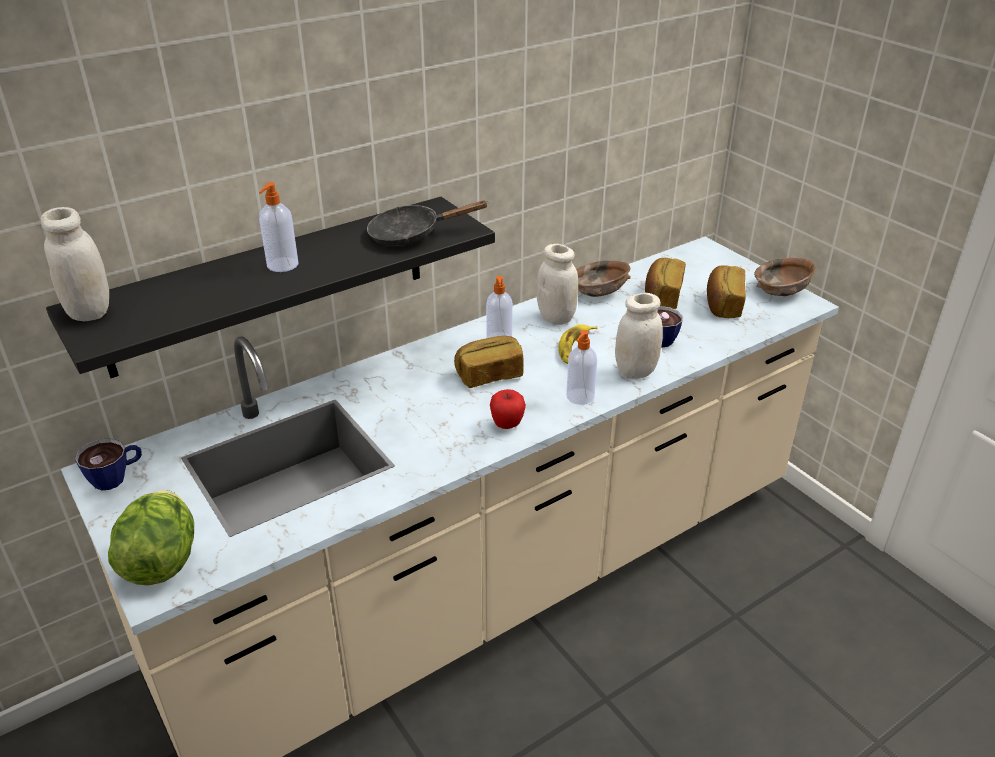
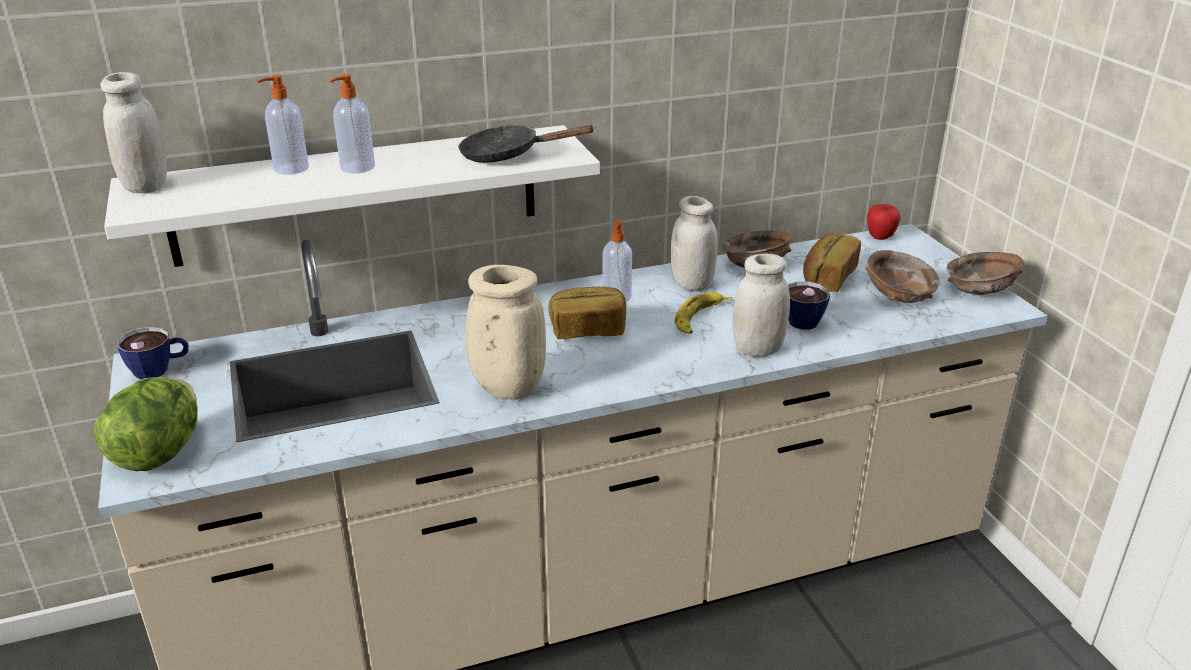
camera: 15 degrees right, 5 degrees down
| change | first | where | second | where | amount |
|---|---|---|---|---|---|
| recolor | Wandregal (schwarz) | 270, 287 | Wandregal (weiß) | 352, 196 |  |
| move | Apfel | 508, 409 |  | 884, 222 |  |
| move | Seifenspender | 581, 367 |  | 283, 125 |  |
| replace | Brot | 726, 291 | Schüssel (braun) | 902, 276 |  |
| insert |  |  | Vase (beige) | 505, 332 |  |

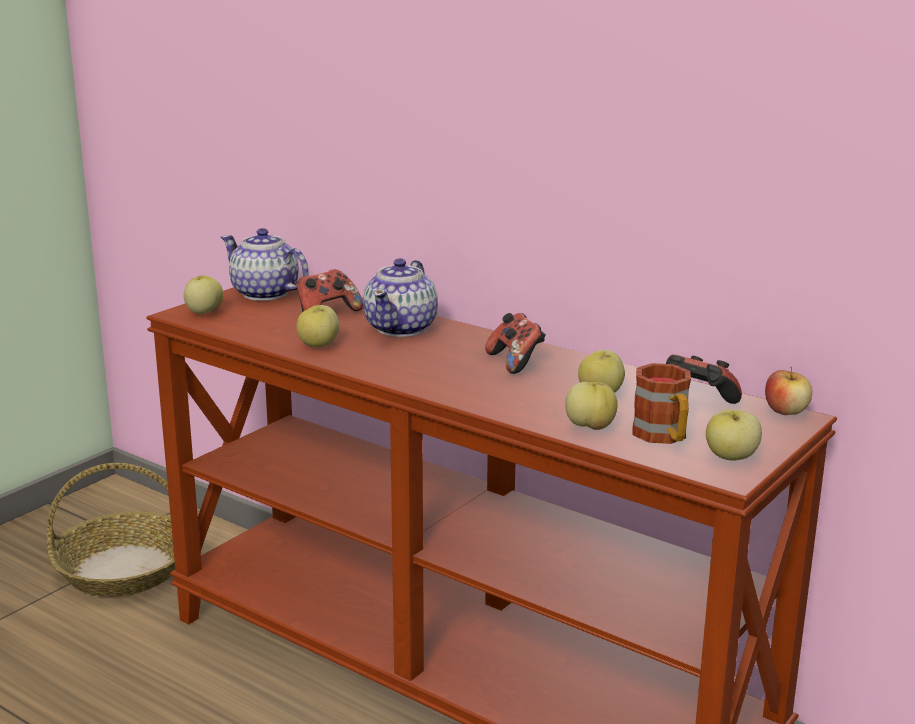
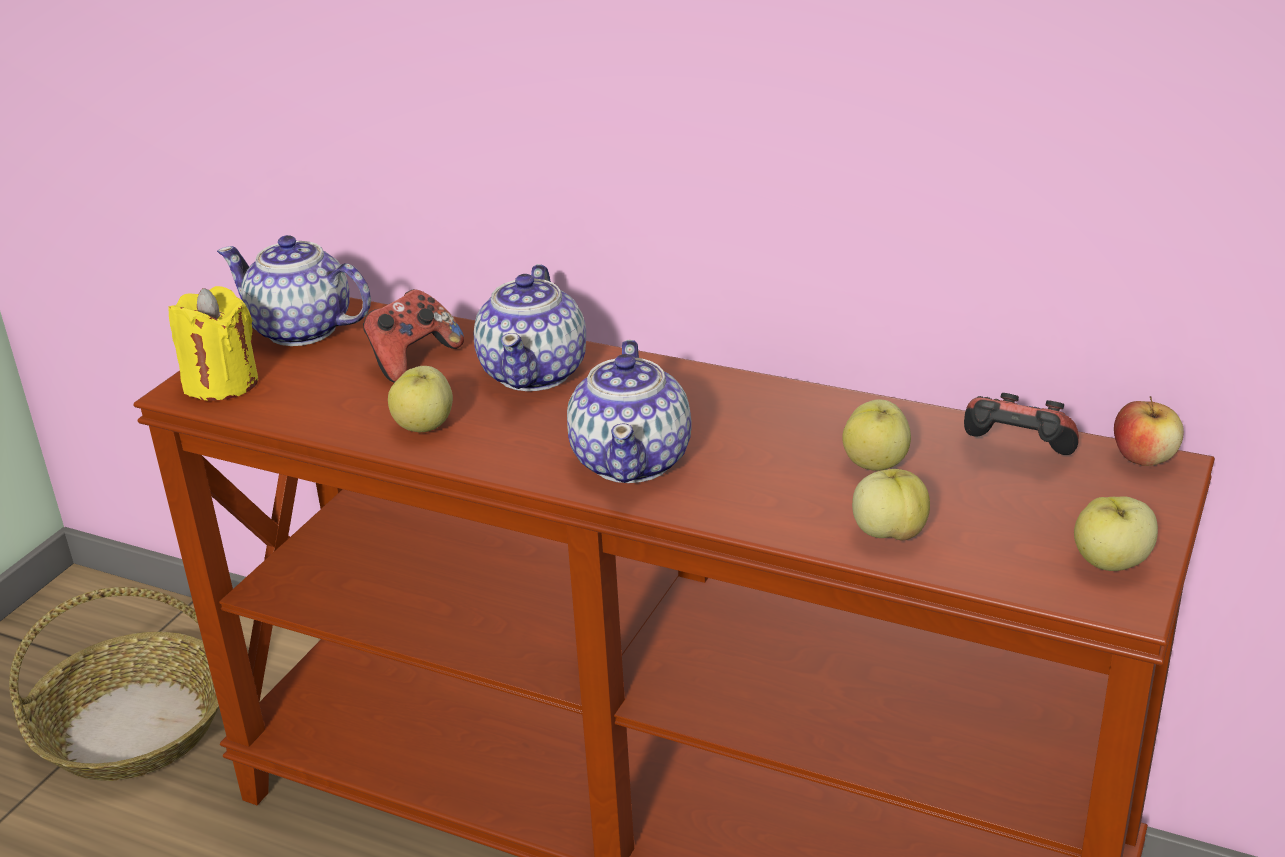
camera: 10 degrees left, 10 degrees up
| change | first | where | second | where | amount |
|---|---|---|---|---|---|
| replace | Apfel | 203, 294 | Kerze (gelb) | 213, 343 |  |
| delete | Gamepad | 515, 343 |  |  |  |
| delete | Henkelbecher | 661, 403 |  |  |  |
| insert |  |  | Teekanne | 629, 411 |  |

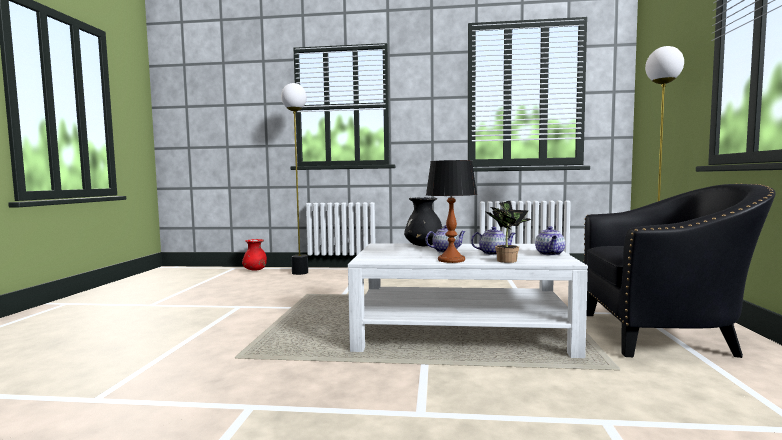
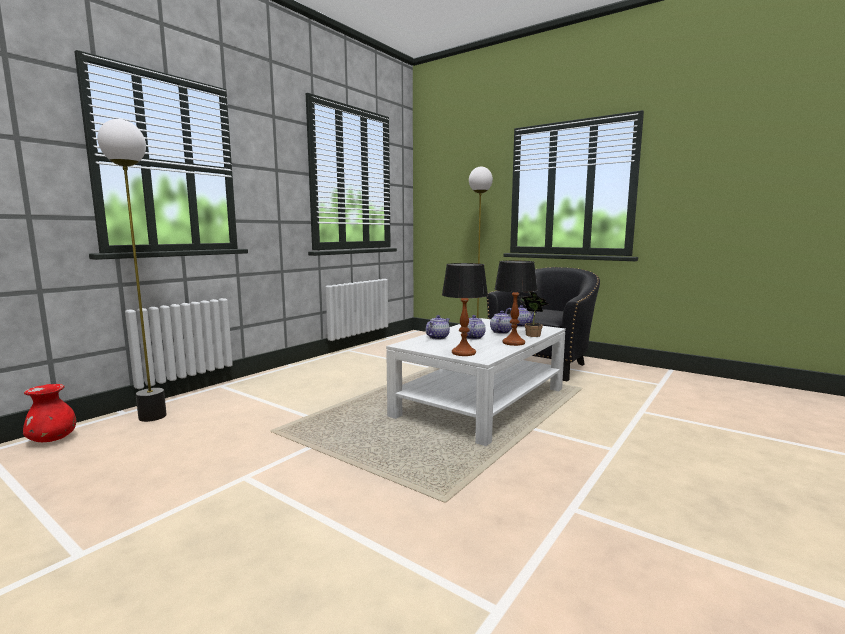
camera: 60 degrees left, 5 degrees up
| change | first | where | second | where | amount |
|---|---|---|---|---|---|
| replace | Vase (schwarz) | 423, 221 | Teekanne | 437, 327 |  |
| insert |  |  | Tischlampe | 465, 309 |  |

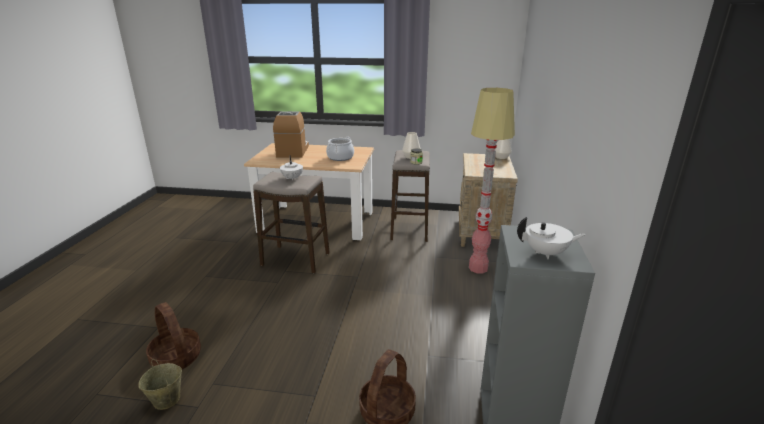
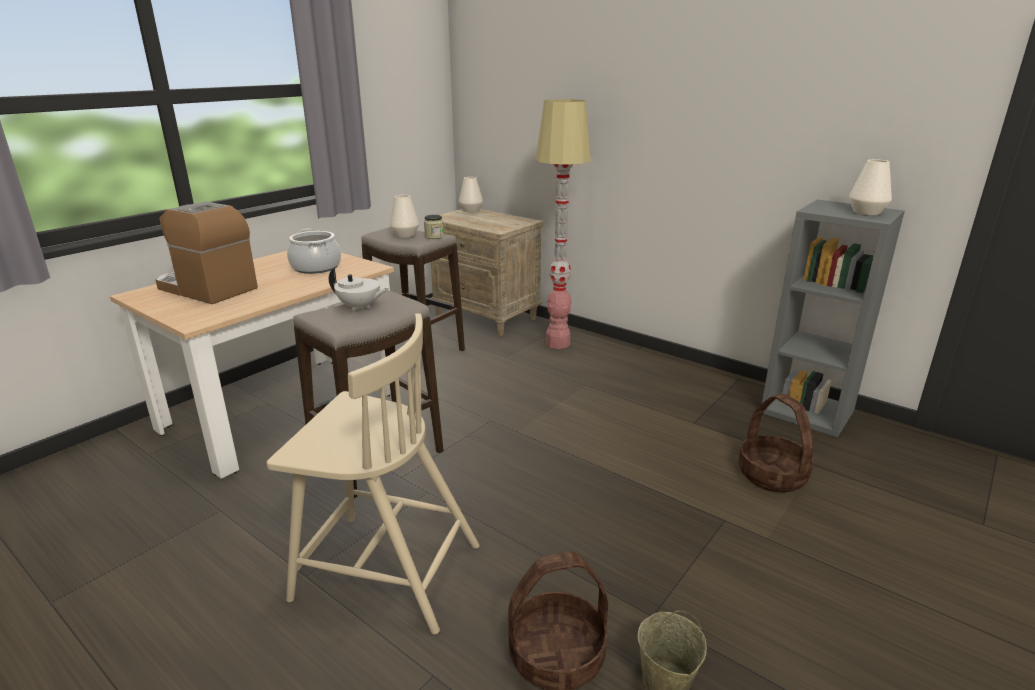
camera: 60 degrees left, 0 degrees up
| change | first | where | second | where | amount |
|---|---|---|---|---|---|
| replace | Teekanne (weiß) | 551, 238 | Vase (weiß) | 870, 187 |  |
| insert |  |  | Stuhl (beige) | 373, 473 |  |

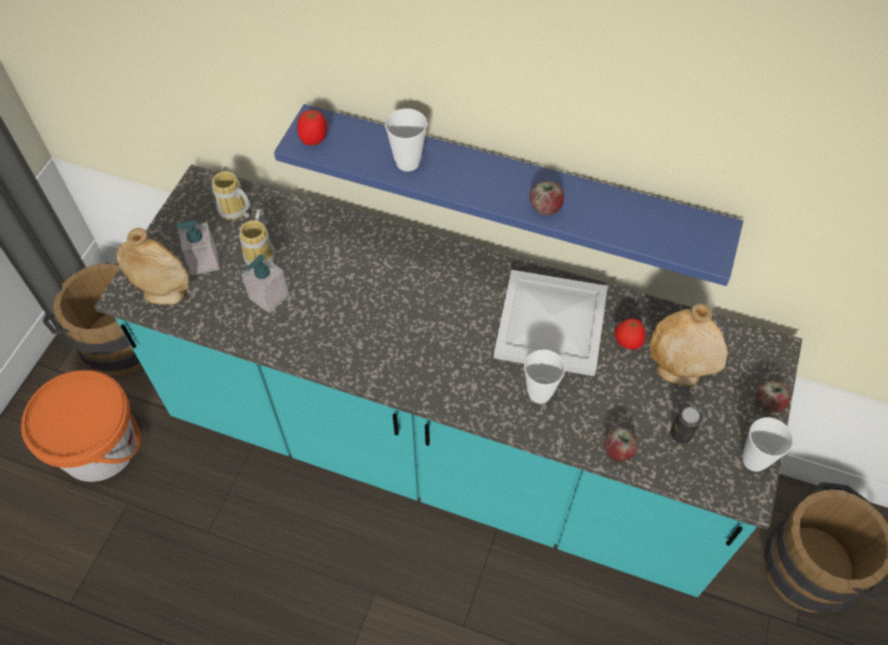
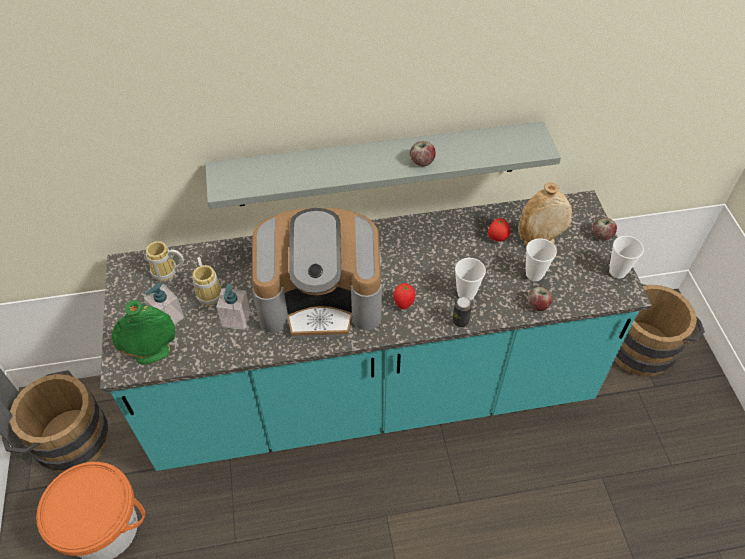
camera: 30 degrees left, 5 degrees down
| change | first | where | second | where | amount |
|---|---|---|---|---|---|
| recolor | Vase (beige) | 153, 266 | Vase (grün) | 143, 332 |  |
| recolor | Wandregal (blau) | 508, 195 | Wandregal (grau) | 383, 165 |  |
| move | Tomate | 312, 127 |  | 404, 296 |  |
| move | Tasse | 406, 140 |  | 541, 259 |  |
| delete | Tablett (weiß) | 551, 323 |  |  |  |
| move | Dose | 686, 425 |  | 462, 312 |  |
| insert |  |  | Kaffeemaschine | 317, 273 |  |

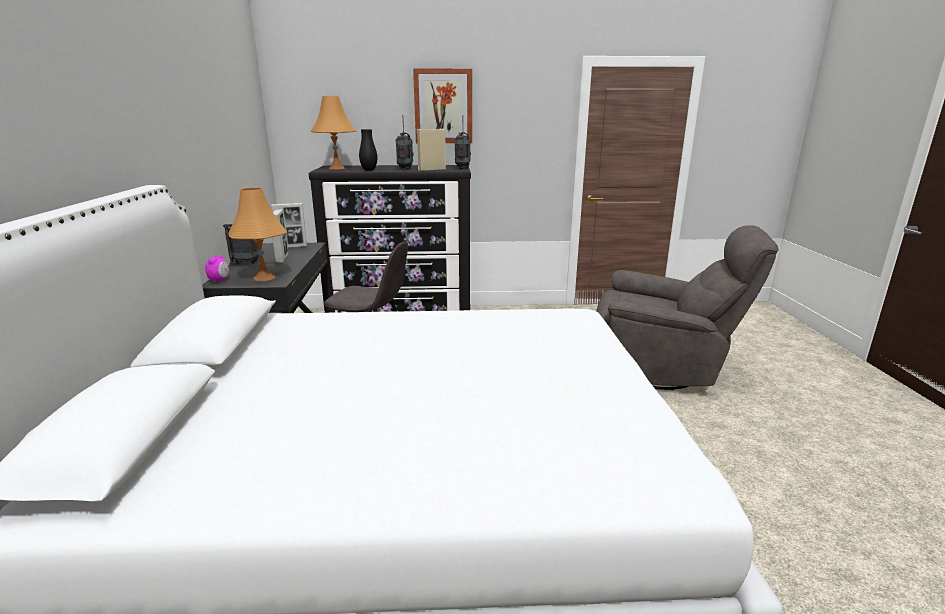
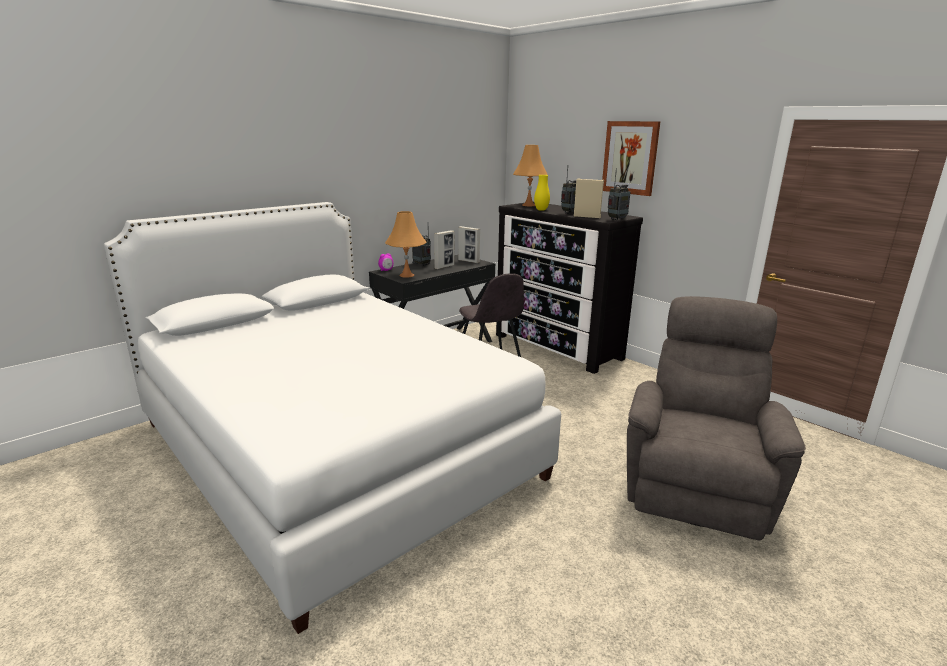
camera: 50 degrees right, 0 degrees up
| change | first | where | second | where | amount |
|---|---|---|---|---|---|
| recolor | Vase (schwarz) | 368, 150 | Vase (gelb) | 542, 193 |  |
| rotate | Sessel (grau) | 687, 307 |  | 716, 418 | 135 degrees counterclockwise |

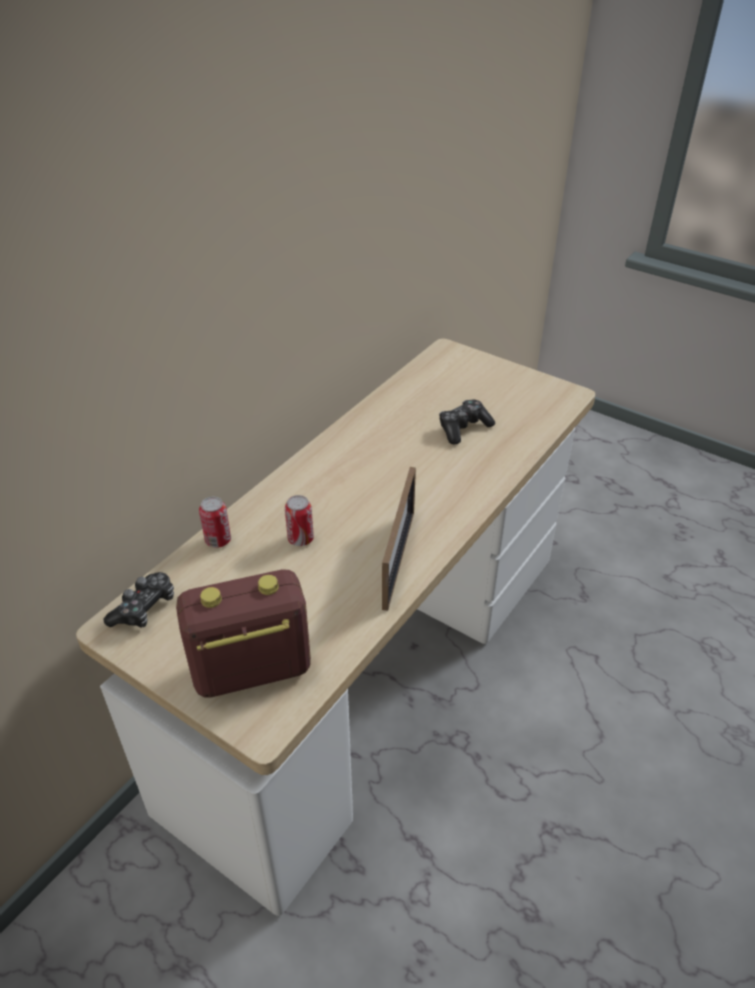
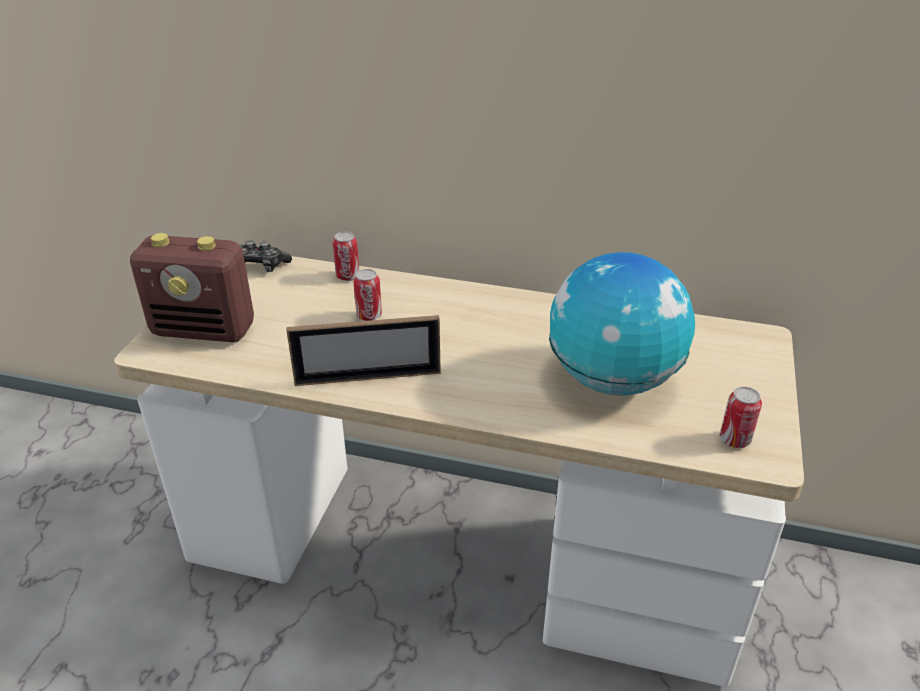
camera: 70 degrees right, 5 degrees down
| change | first | where | second | where | amount |
|---|---|---|---|---|---|
| rotate | Radio | 243, 634 |  | 192, 287 | 135 degrees clockwise |
| replace | Gamepad | 467, 422 | Globus | 622, 324 |  |
| insert |  |  | Dose | 741, 417 |  |

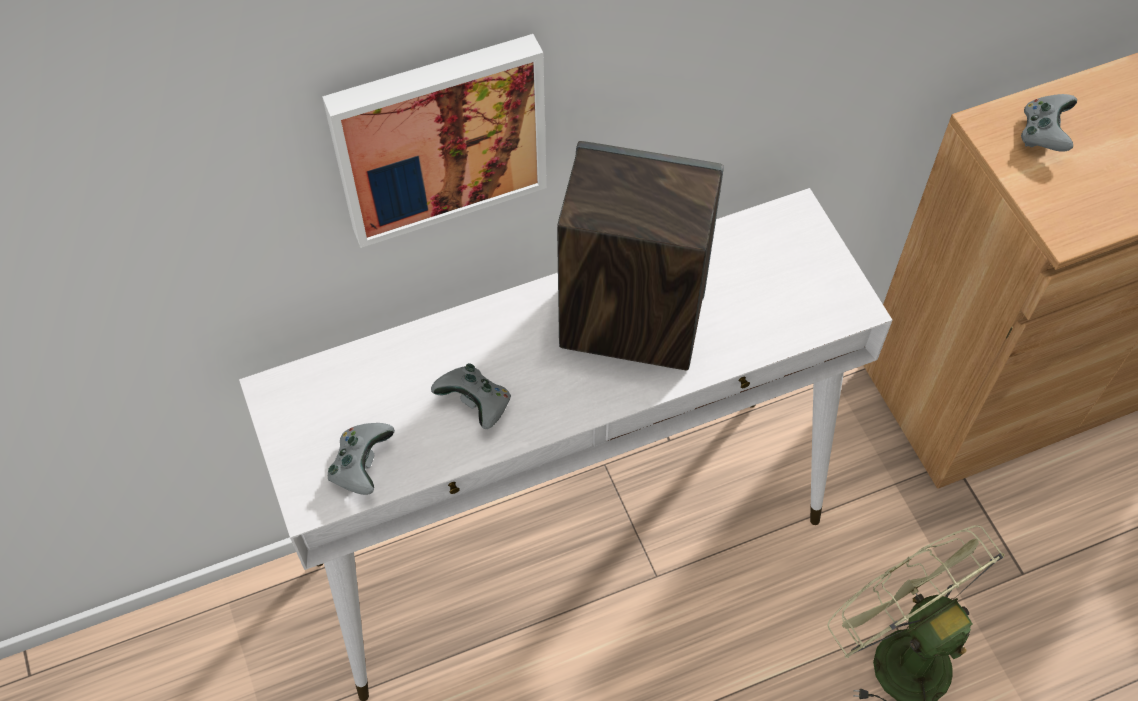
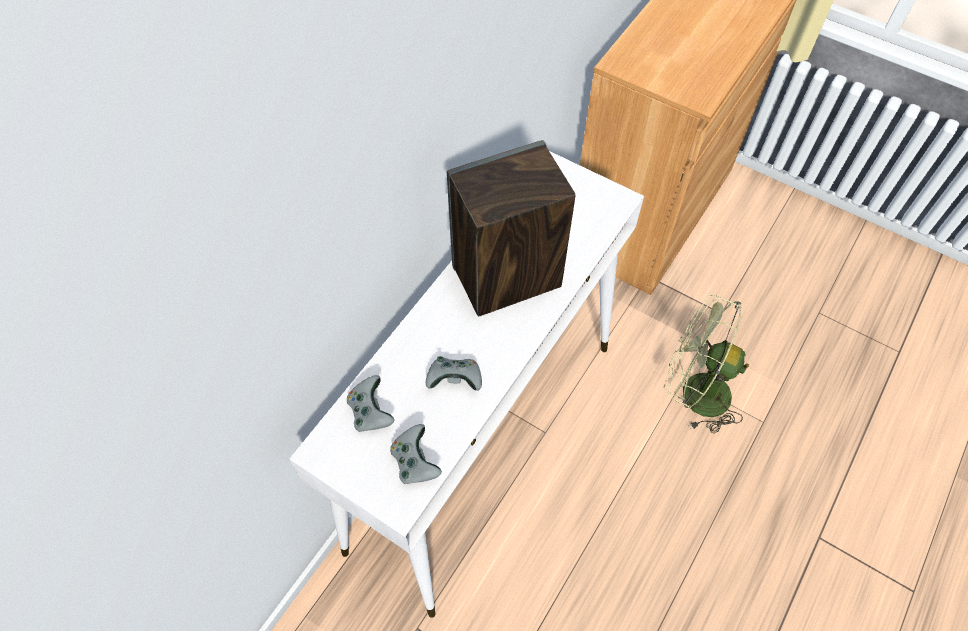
camera: 35 degrees left, 0 degrees up
| change | first | where | second | where | amount |
|---|---|---|---|---|---|
| delete | Bild | 434, 141 |  |  |  |
| move | Gamepad (grau) | 1049, 122 |  | 370, 403 |  |

